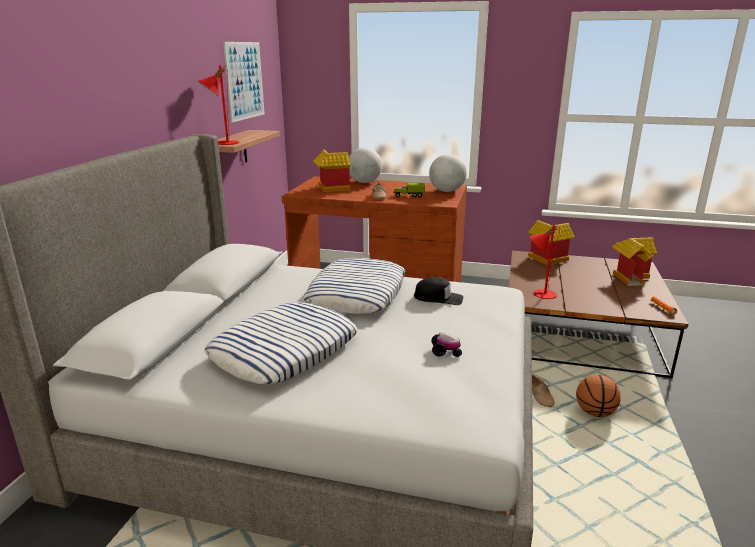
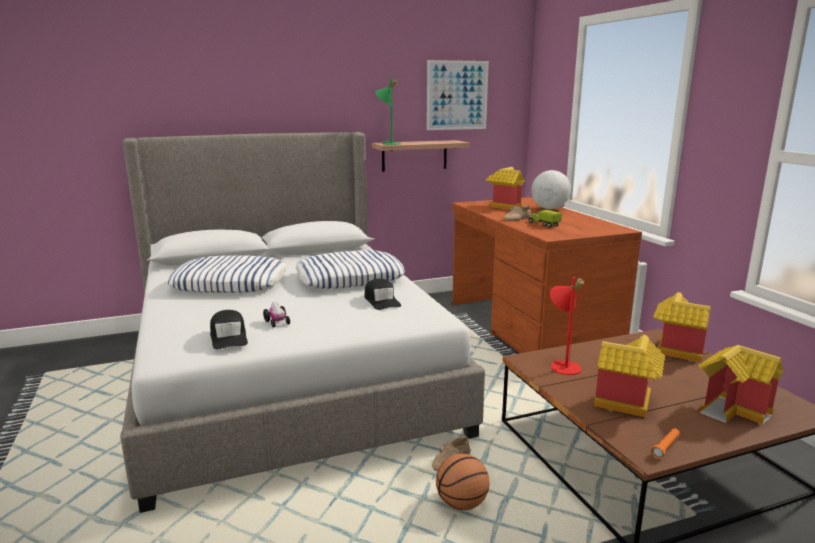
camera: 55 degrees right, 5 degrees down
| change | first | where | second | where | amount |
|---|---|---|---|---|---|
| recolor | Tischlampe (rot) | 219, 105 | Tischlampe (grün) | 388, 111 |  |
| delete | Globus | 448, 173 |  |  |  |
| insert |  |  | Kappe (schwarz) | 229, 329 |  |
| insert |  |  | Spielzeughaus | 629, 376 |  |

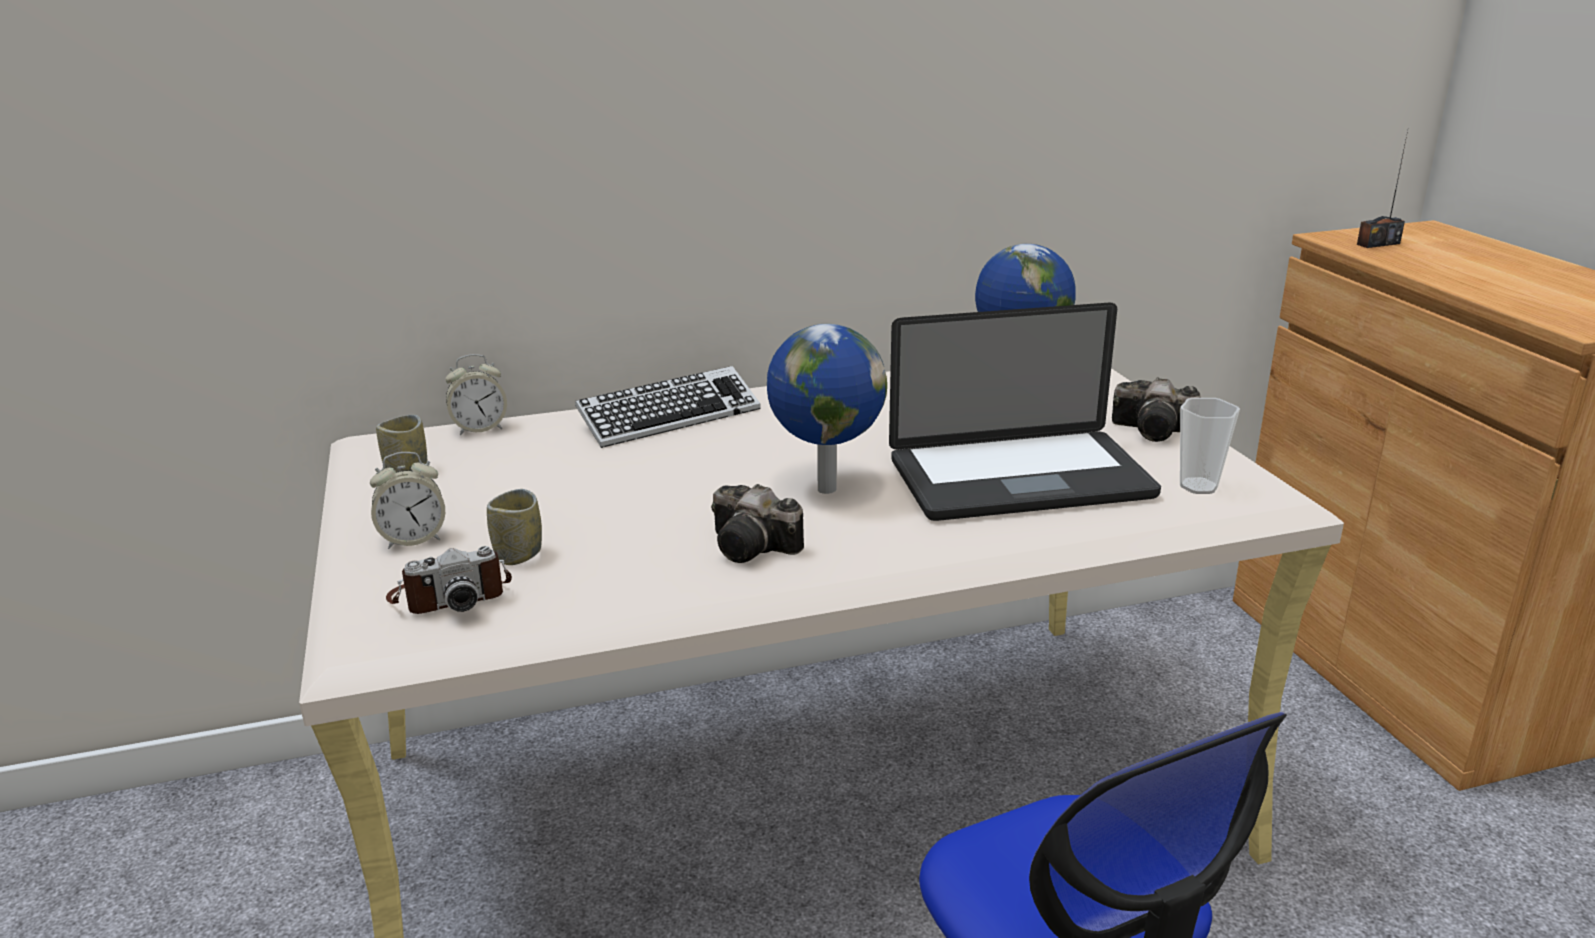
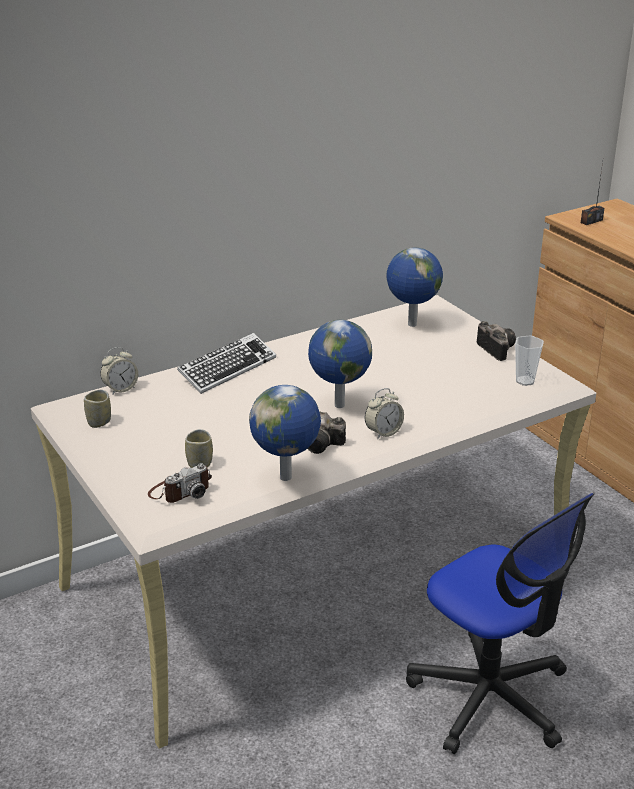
camera: 15 degrees left, 5 degrees up
| change | first | where | second | where | amount |
|---|---|---|---|---|---|
| move | Wecker | 407, 500 |  | 384, 413 |  |
| delete | Laptop | 1025, 412 |  |  |  |
| rotate | Kamera | 1156, 409 |  | 496, 341 | 120 degrees counterclockwise |
| insert |  |  | Globus | 285, 433 |  |

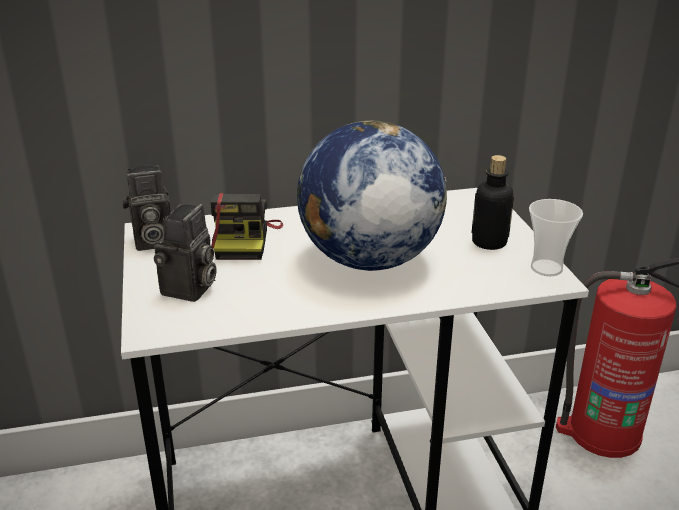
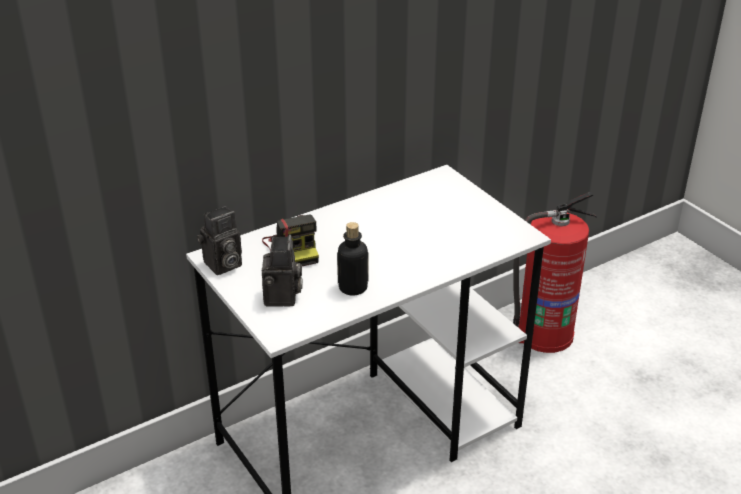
camera: 20 degrees left, 5 degrees up
| change | first | where | second | where | amount |
|---|---|---|---|---|---|
| delete | Globus | 372, 196 |  |  |  |
| move | Flasche | 493, 202 |  | 352, 259 |  |
| delete | Tasse | 556, 237 |  |  |  |

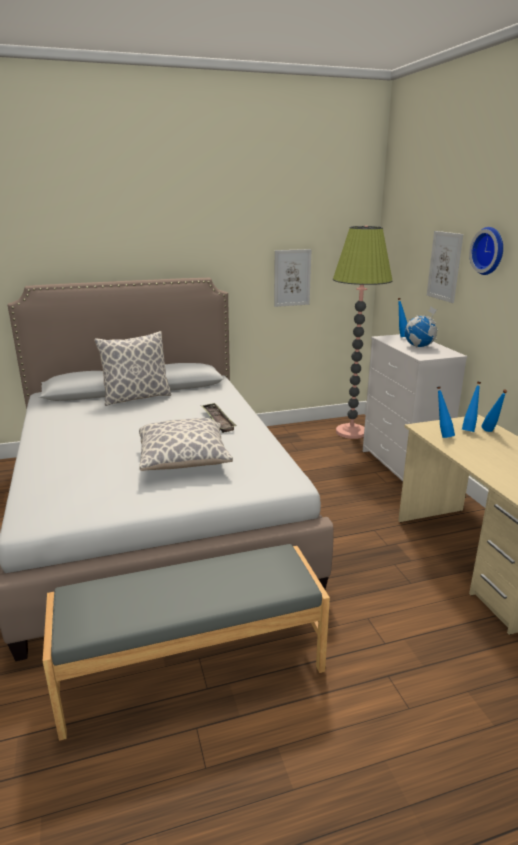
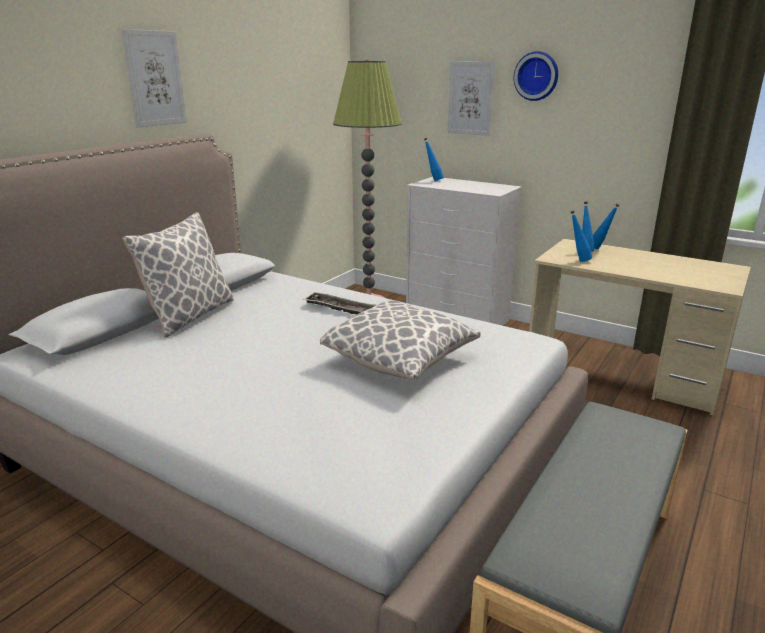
camera: 40 degrees left, 0 degrees up
| change | first | where | second | where | amount |
|---|---|---|---|---|---|
| move | Bild | 292, 278 |  | 154, 78 |  |
| delete | Globus | 421, 326 |  |  |  |

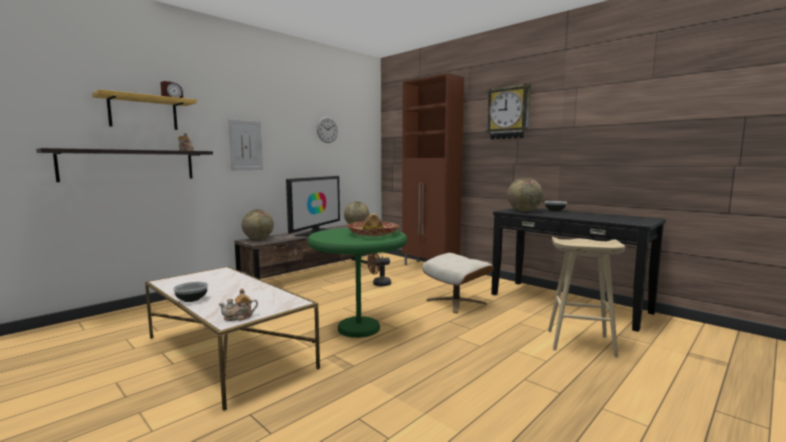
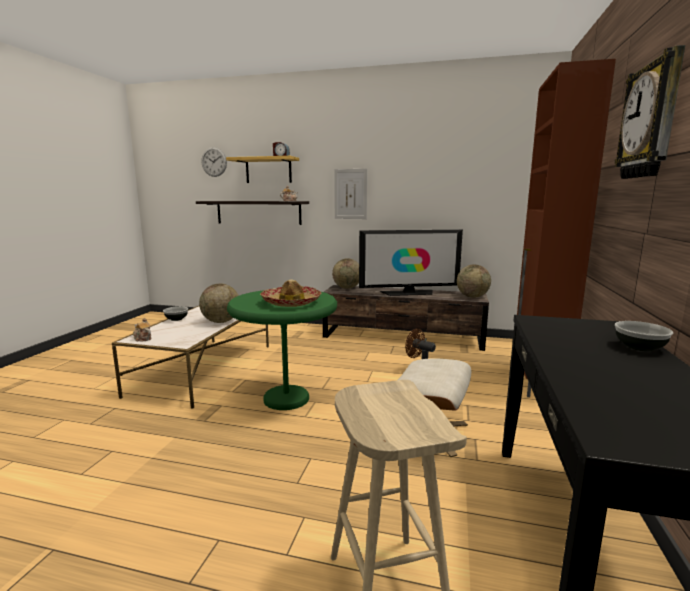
camera: 60 degrees right, 5 degrees up
| change | first | where | second | where | amount |
|---|---|---|---|---|---|
| move | Wanduhr | 327, 130 |  | 214, 162 |  |
| move | Globus | 525, 195 |  | 219, 303 |  |

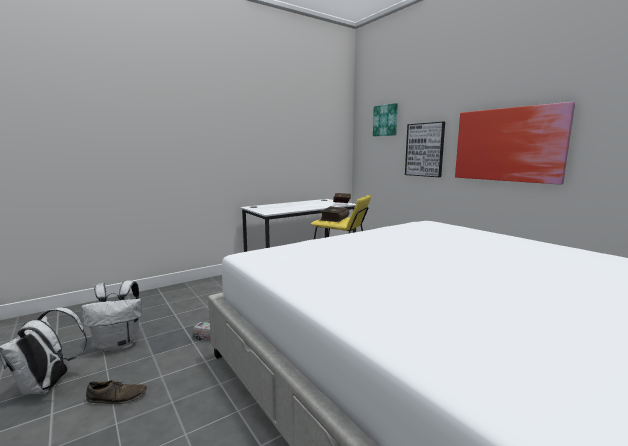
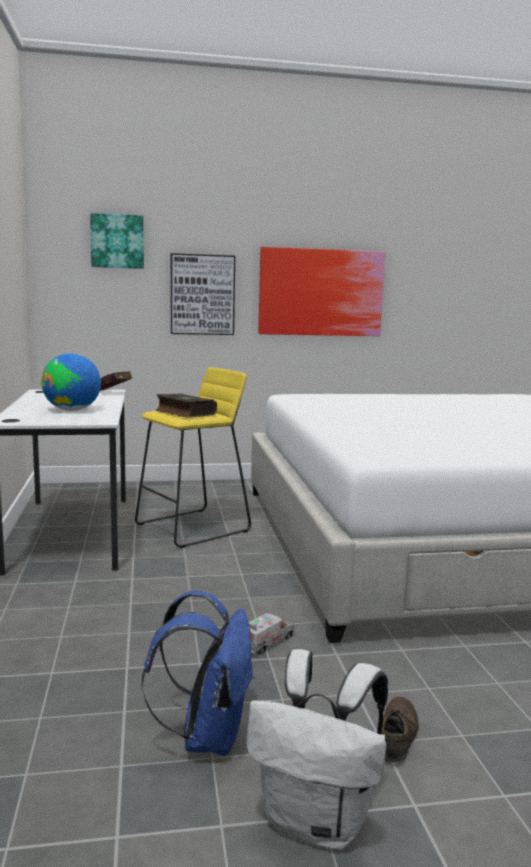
camera: 65 degrees left, 0 degrees up
| change | first | where | second | where | amount |
|---|---|---|---|---|---|
| recolor | Rucksack (weiß) | 111, 316 | Rucksack (blau) | 198, 673 |  |
| insert |  |  | Globus | 71, 382 |  |

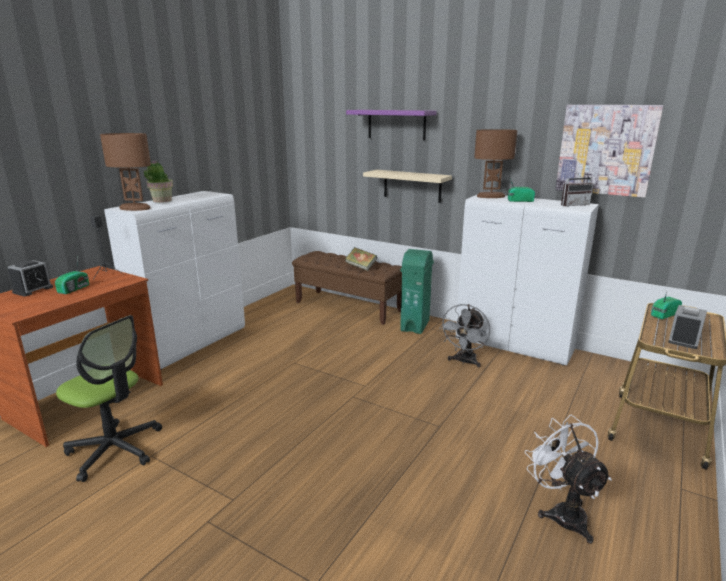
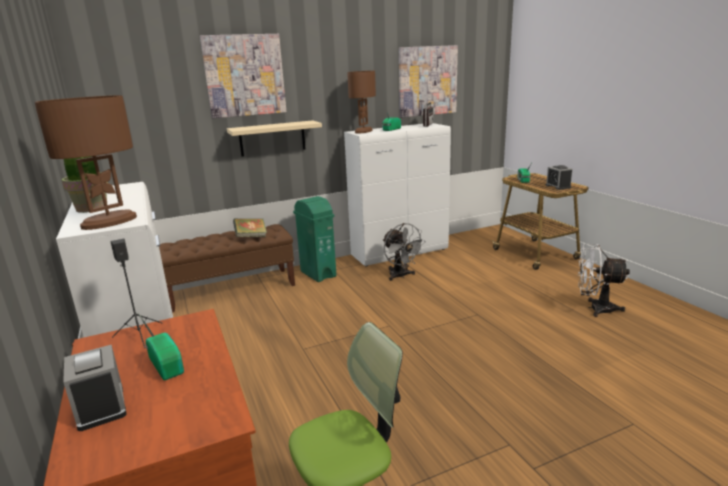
camera: 55 degrees left, 0 degrees up
| change | first | where | second | where | amount |
|---|---|---|---|---|---|
| replace | Wandregal (lila) | 391, 125 | Bild | 243, 76 |  |

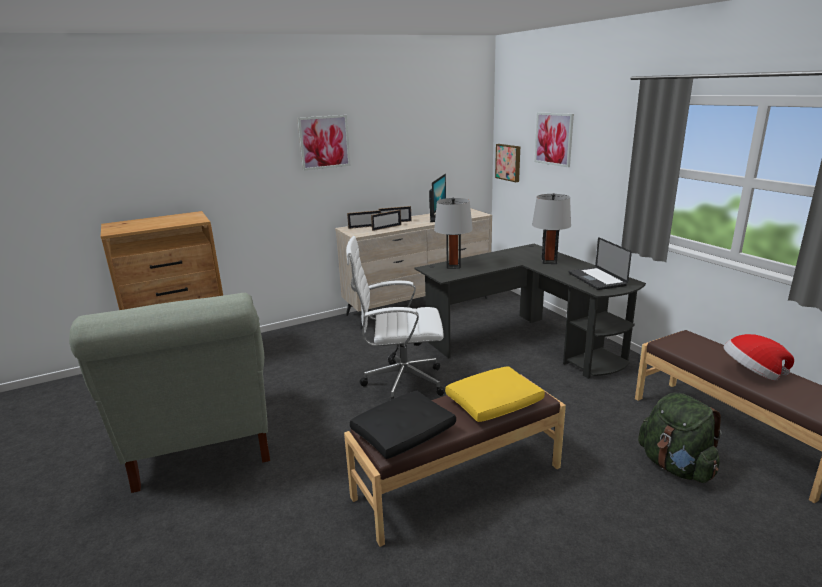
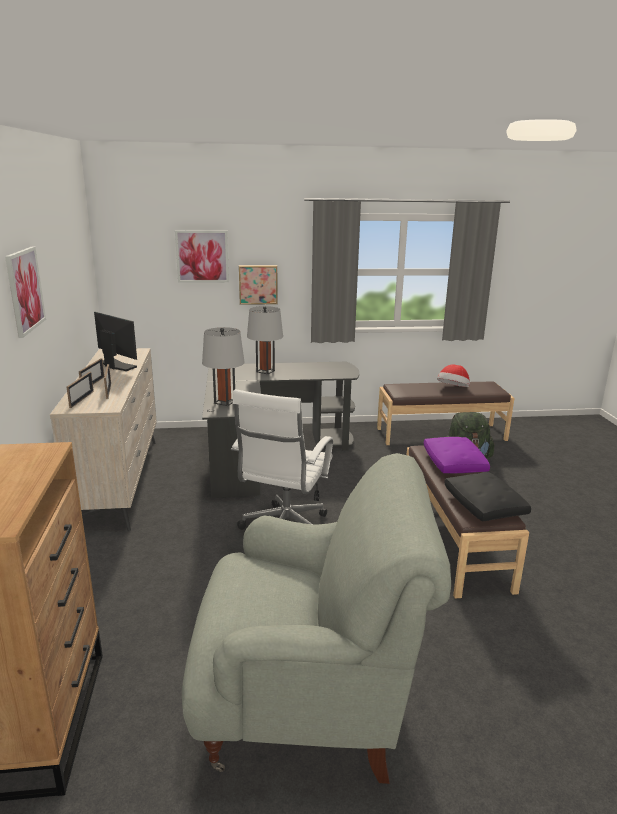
camera: 70 degrees left, 0 degrees up
| change | first | where | second | where | amount |
|---|---|---|---|---|---|
| recolor | Kissen (gelb) | 495, 394 | Kissen (lila) | 457, 455 |  |
| move | Bild | 507, 163 |  | 258, 285 |  |
| delete | Laptop | 600, 263 |  |  |  |

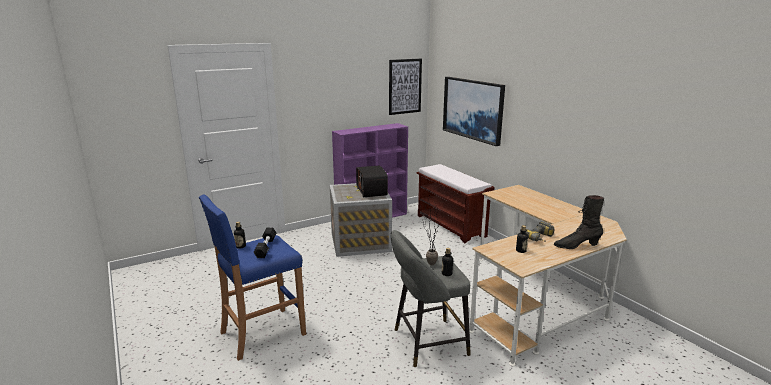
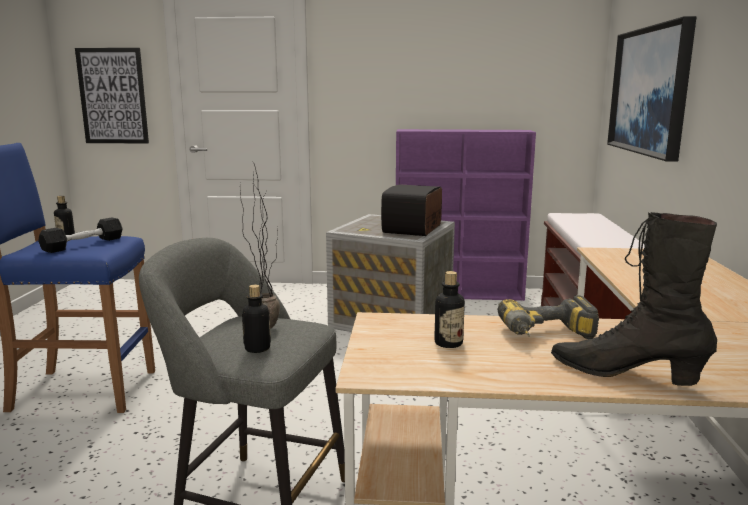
camera: 35 degrees right, 5 degrees down
| change | first | where | second | where | amount |
|---|---|---|---|---|---|
| move | Bild | 405, 87 |  | 112, 96 |  |

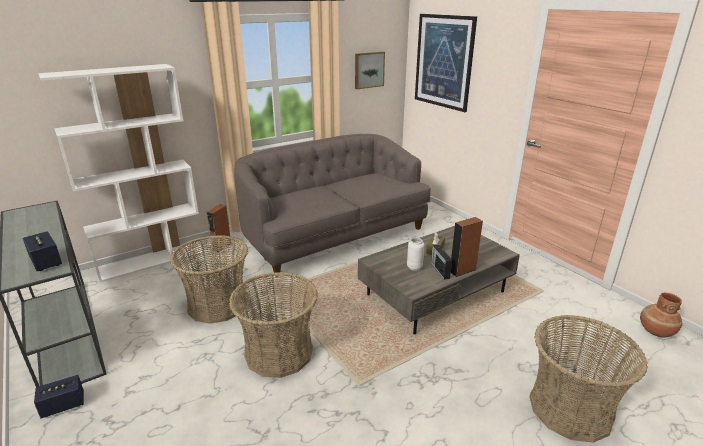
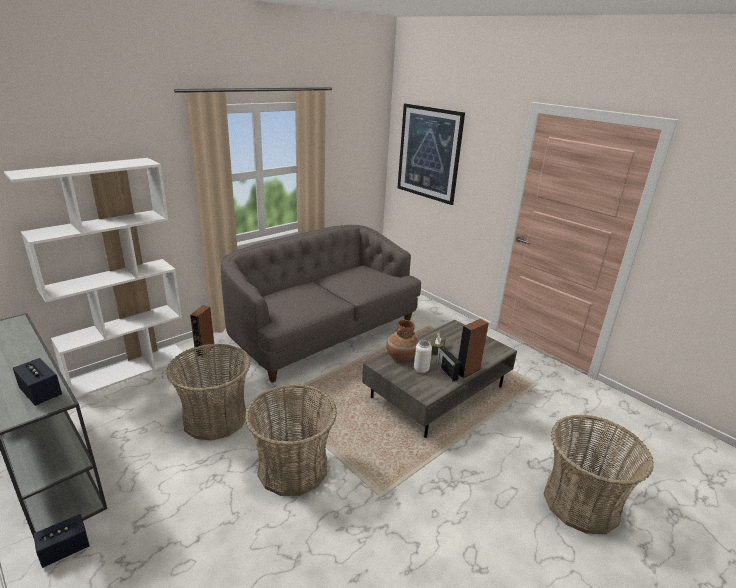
camera: 10 degrees left, 0 degrees up
| change | first | where | second | where | amount |
|---|---|---|---|---|---|
| delete | Bild | 370, 70 |  |  |  |
| move | Vase (braun) | 661, 315 |  | 402, 340 |  |

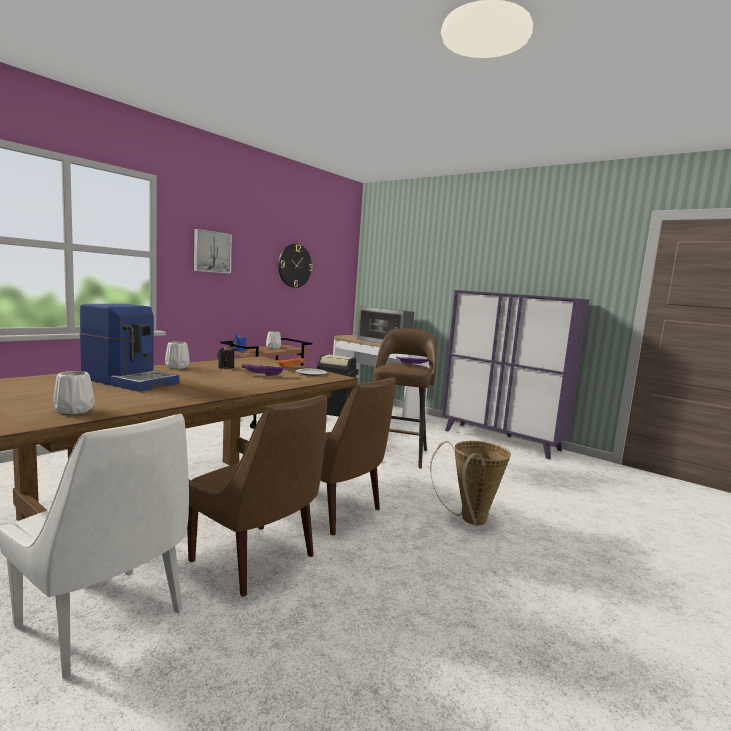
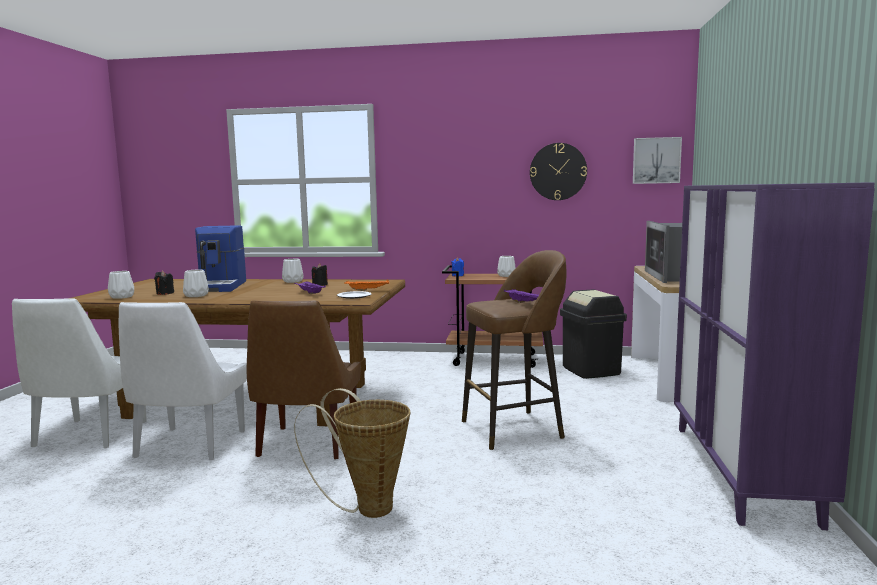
camera: 60 degrees right, 0 degrees up
| change | first | where | second | where | amount |
|---|---|---|---|---|---|
| recolor | Stuhl (braun) | 257, 495 | Stuhl (weiß) | 183, 381 |  |
| move | Bild | 213, 251 |  | 657, 160 |  |
| insert |  |  | Kerze (schwarz) | 164, 283 |  |
| insert |  |  | Vase (weiß) | 196, 283 |  |

